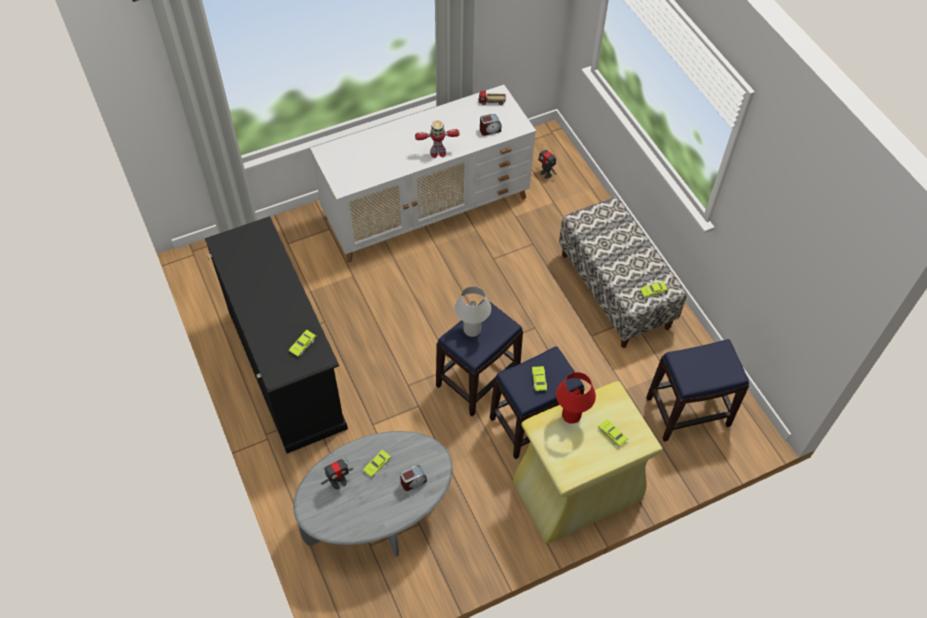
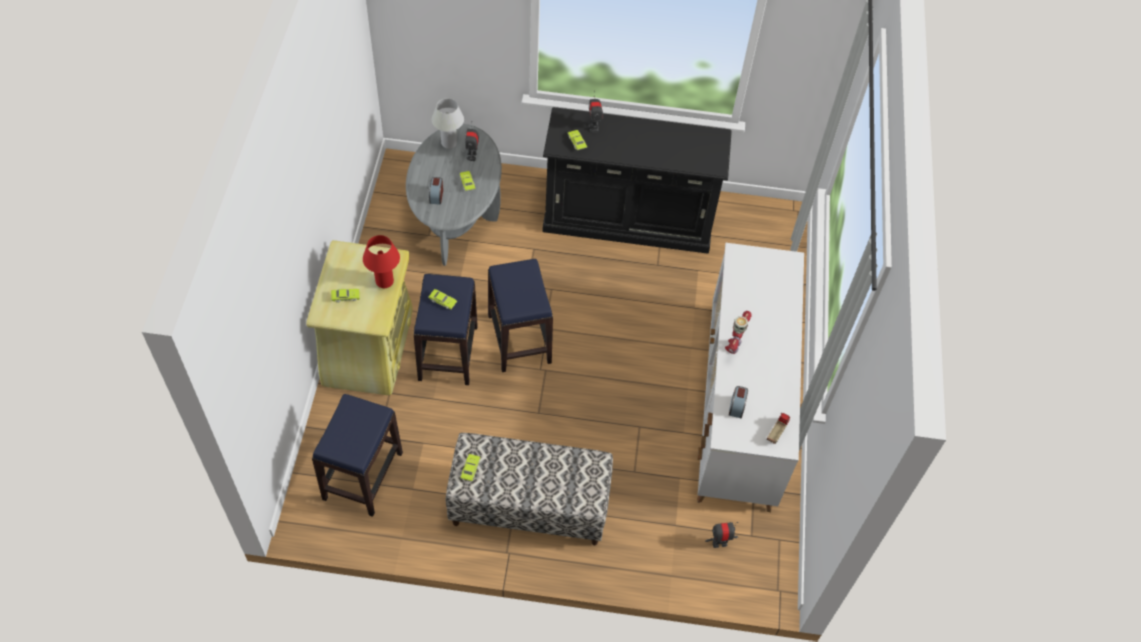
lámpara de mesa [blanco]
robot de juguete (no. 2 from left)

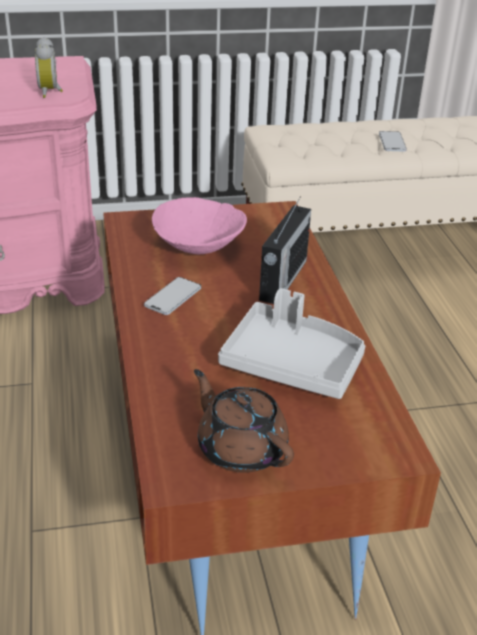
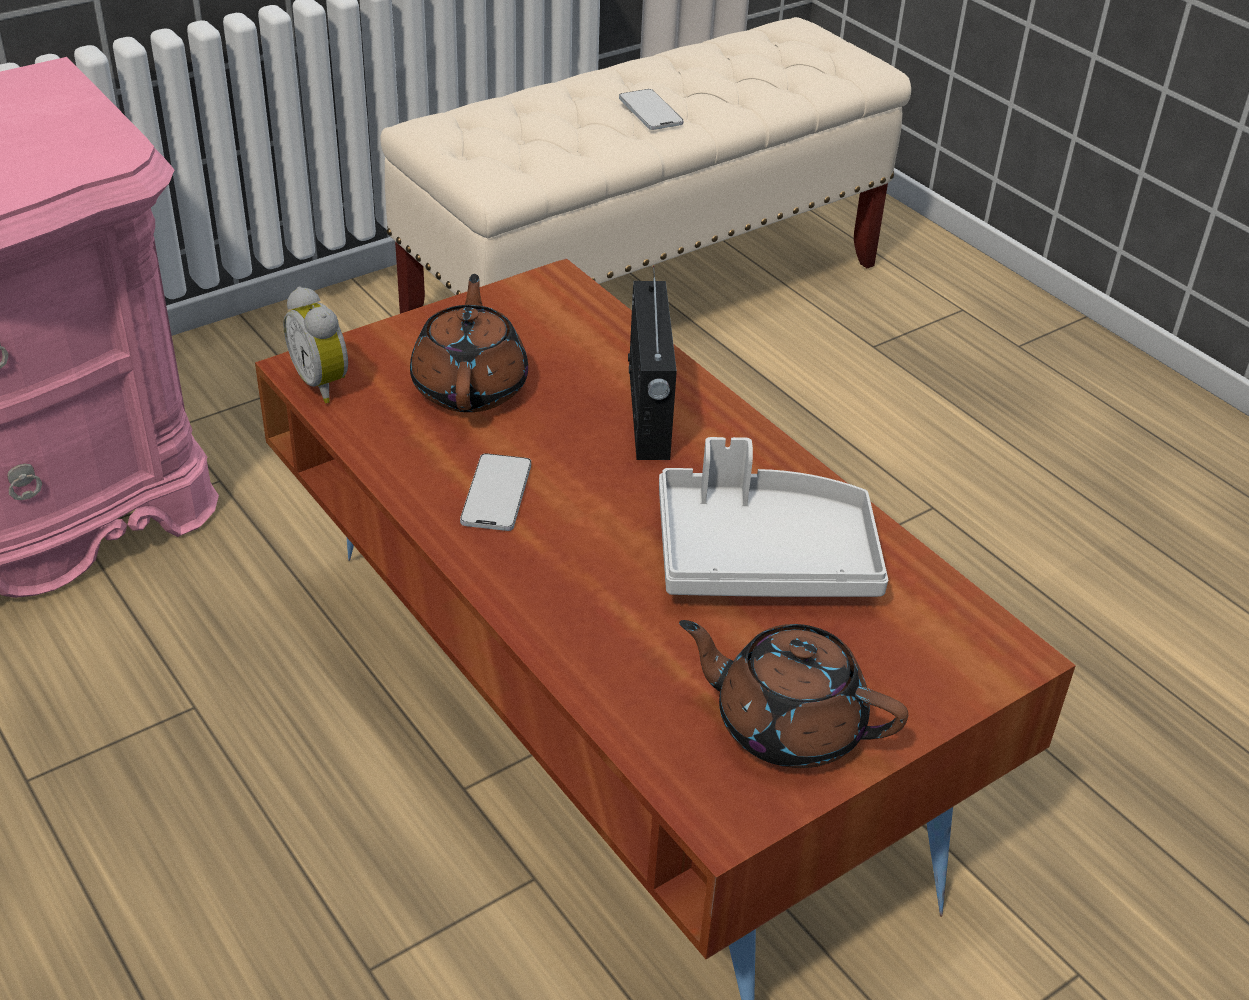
despertador
tetera [marrón] (no. 1 from left)

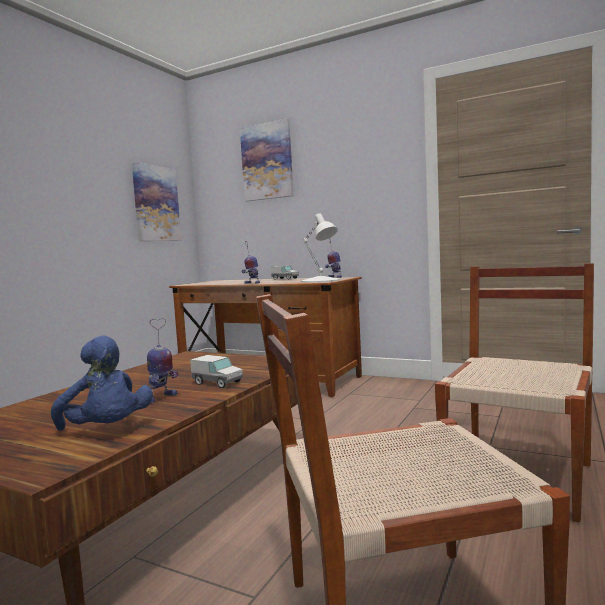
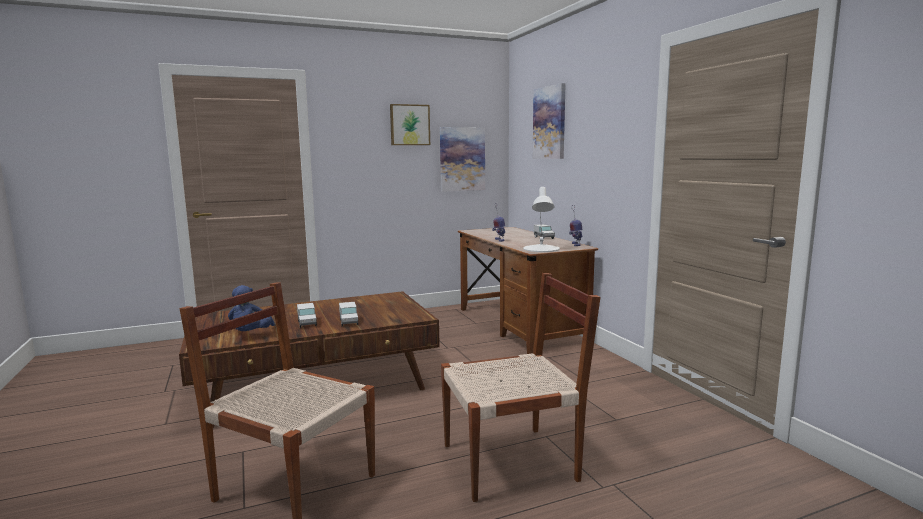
camión de juguete (no. 1 from left)
cuadro (no. 1 from left)

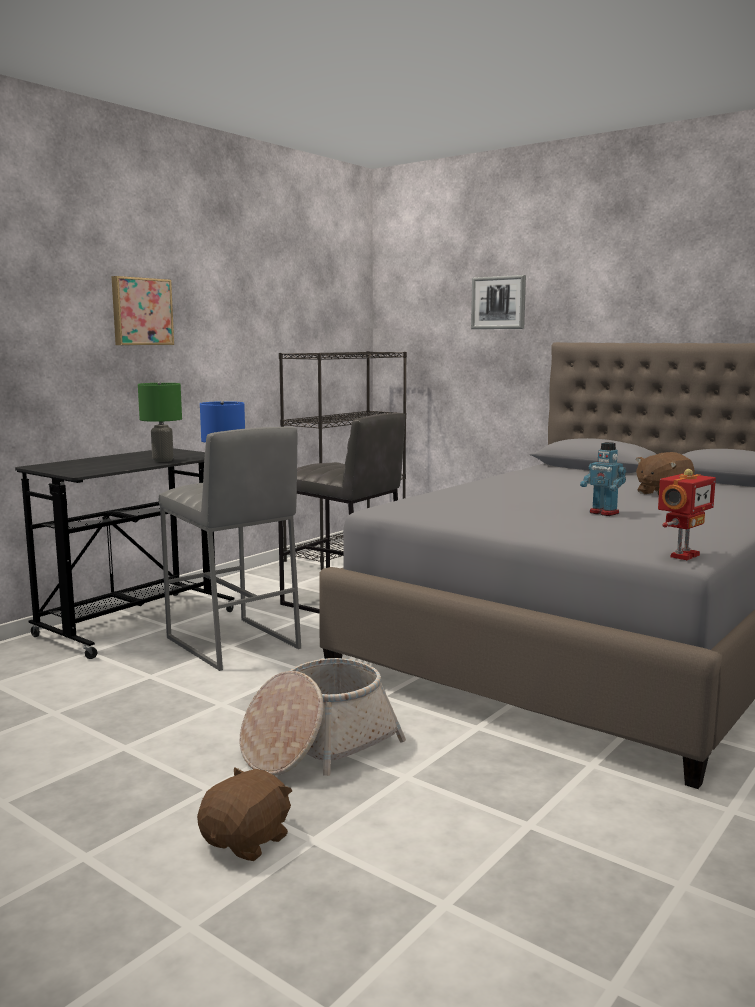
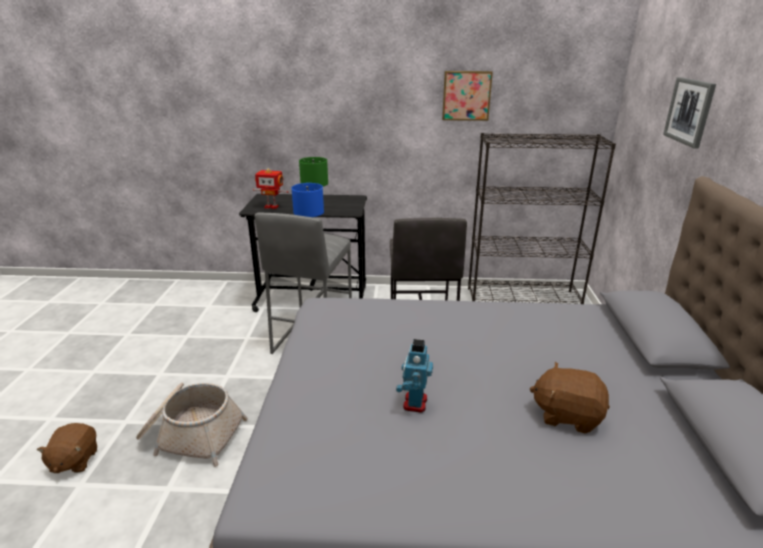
cuadro (no. 1 from left)
peluche [marrón] (no. 1 from left)
robot de juguete (no. 1 from left)

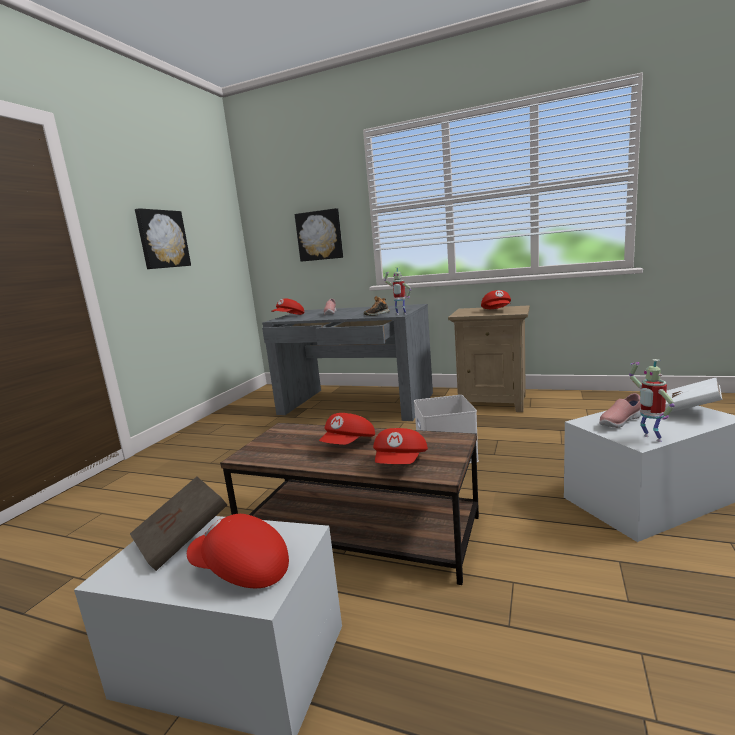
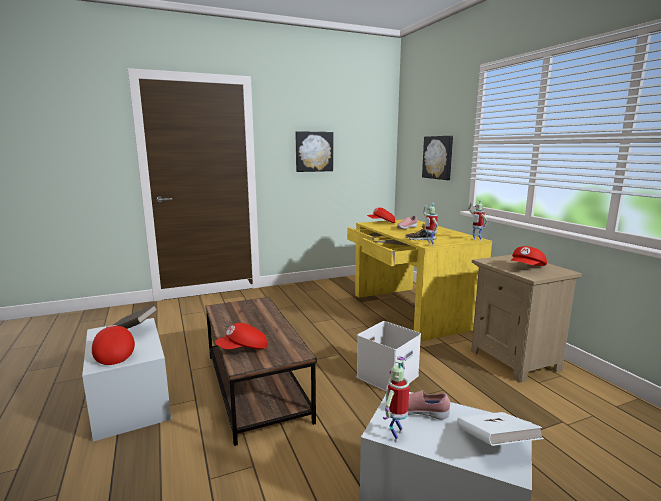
escritorio [amarillo]
gorra [rojo] (no. 3 from left in the first image)
robot de juguete (no. 3 from left)

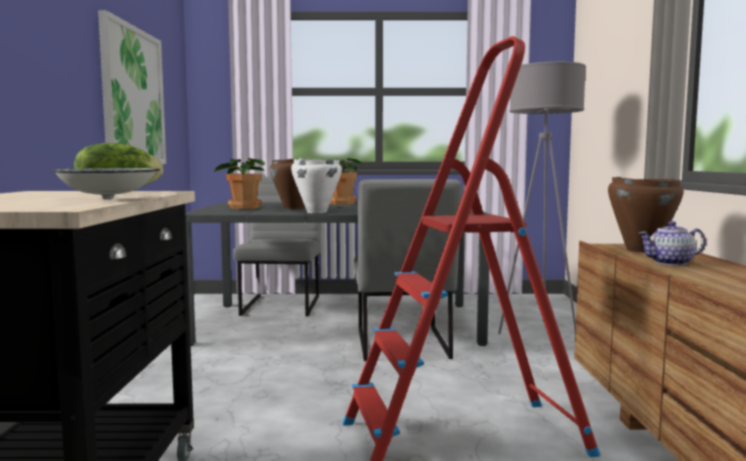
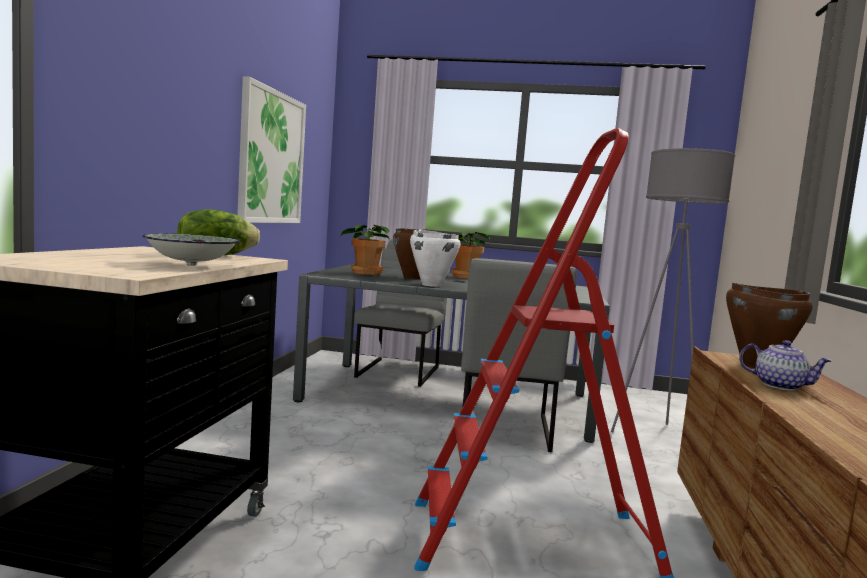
tetera

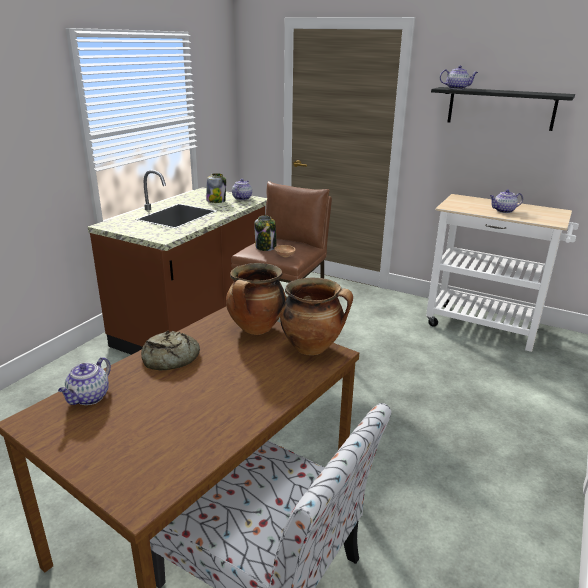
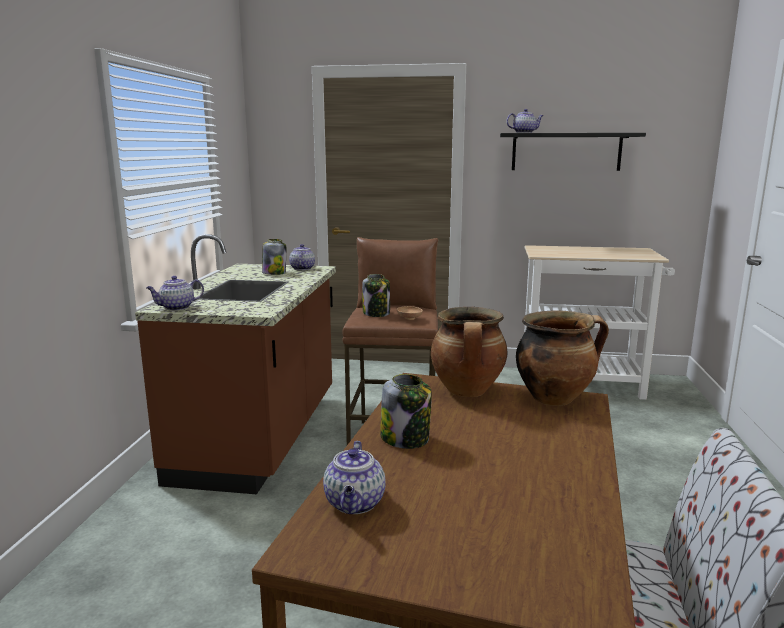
tarro (no. 3 from left)
tetera (no. 1 from left)

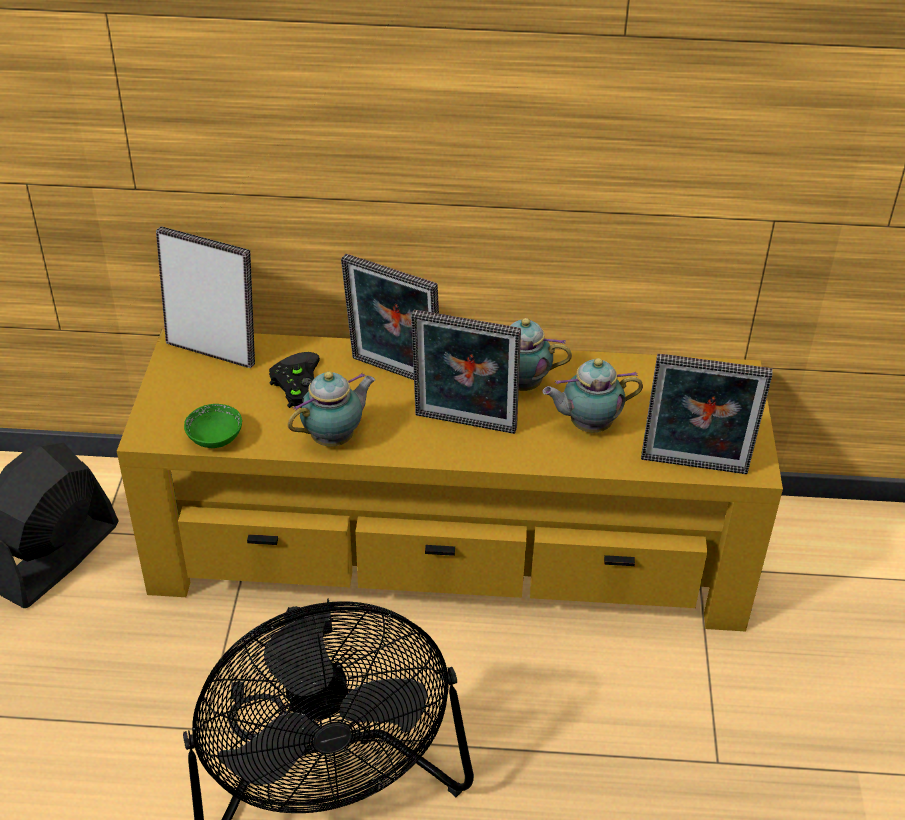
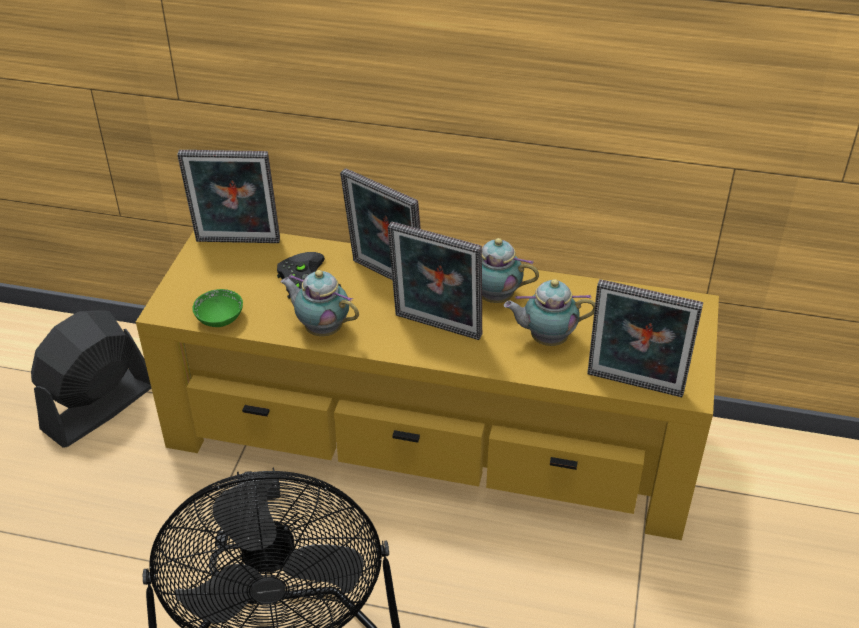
portarretratos (no. 1 from left)
tetera (no. 1 from left)

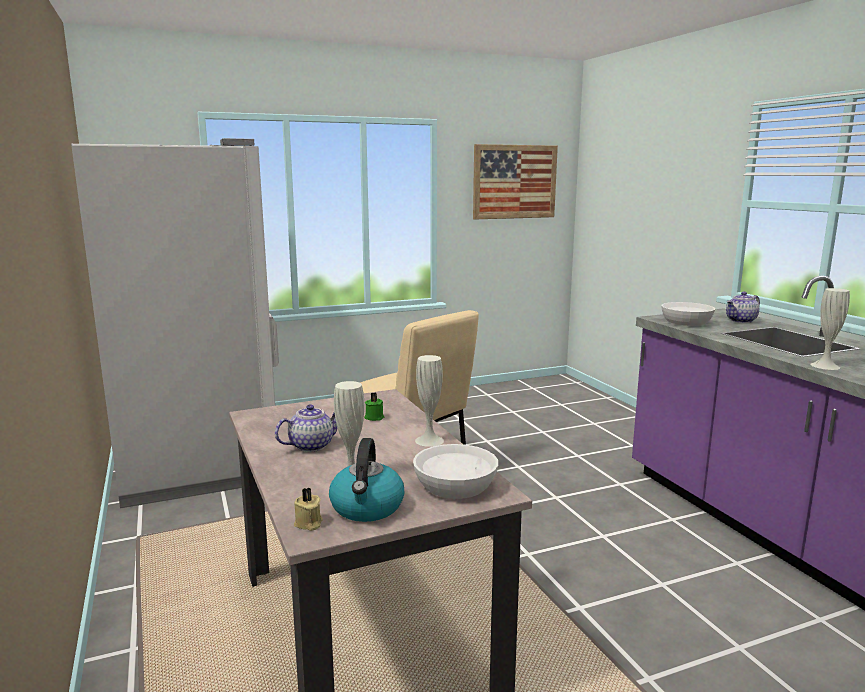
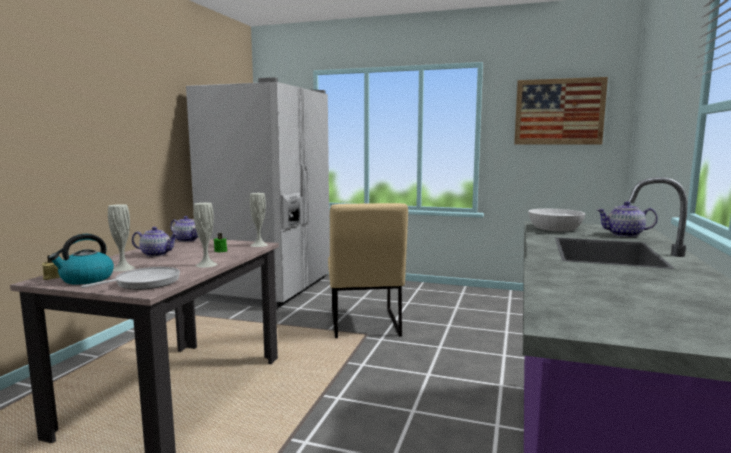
sartén
florero [blanco] (no. 3 from left)
tetera (no. 2 from left)

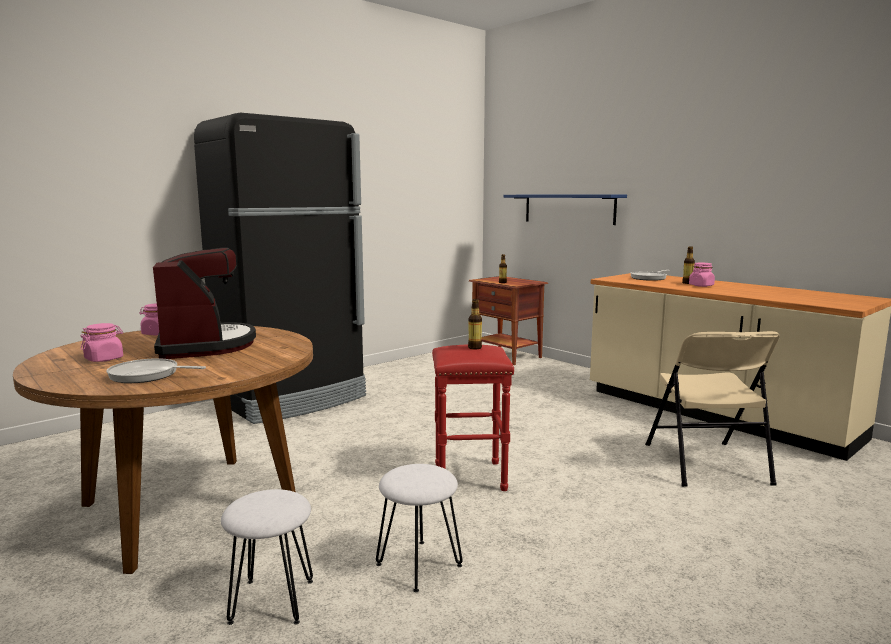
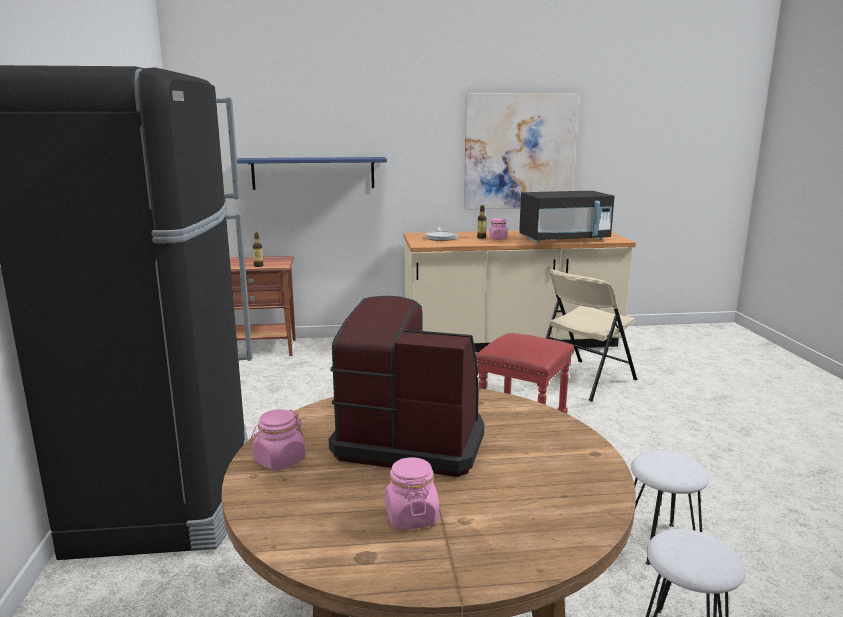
sartén (no. 1 from left in the first image)
botella (no. 1 from left in the first image)
silla [beis]
cuadro
microondas [negro]

